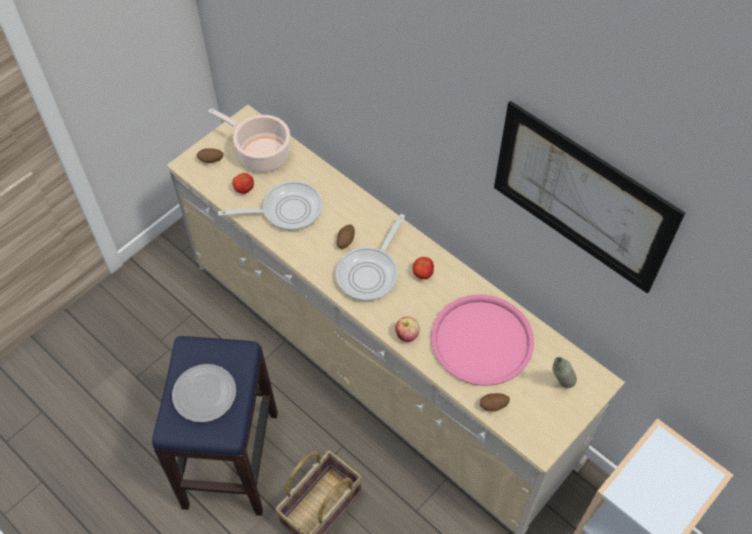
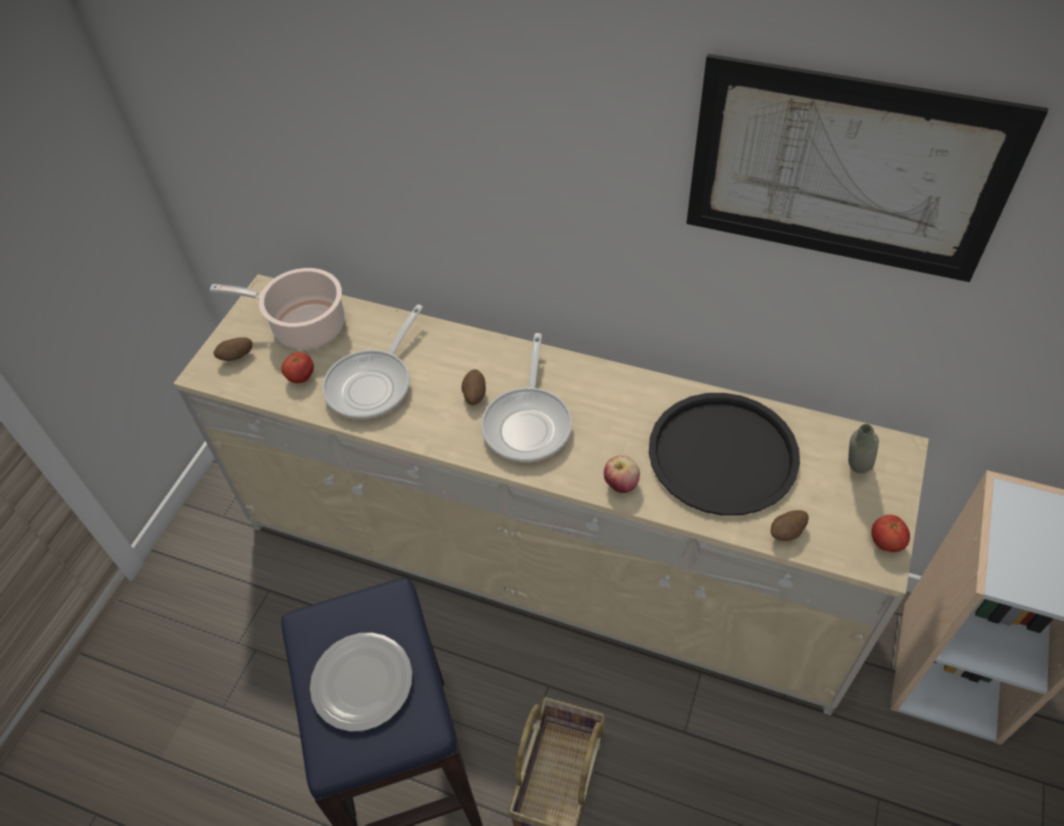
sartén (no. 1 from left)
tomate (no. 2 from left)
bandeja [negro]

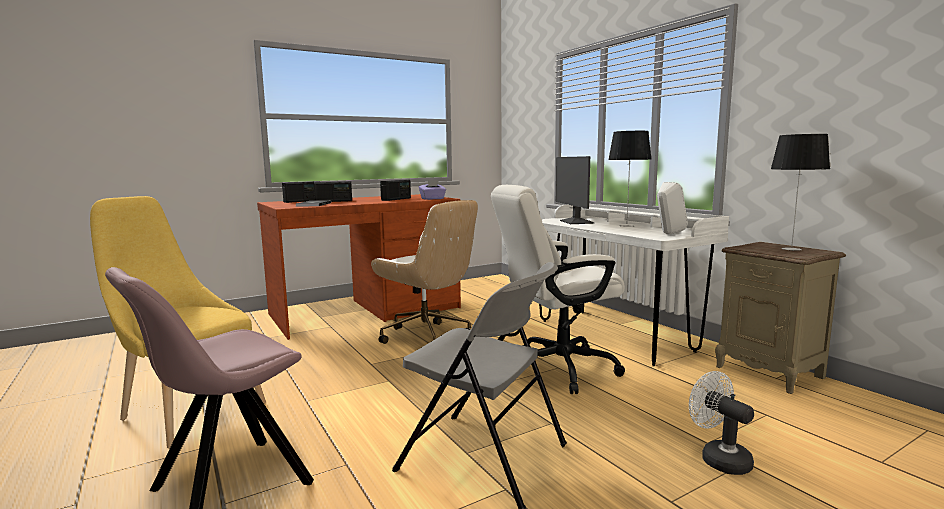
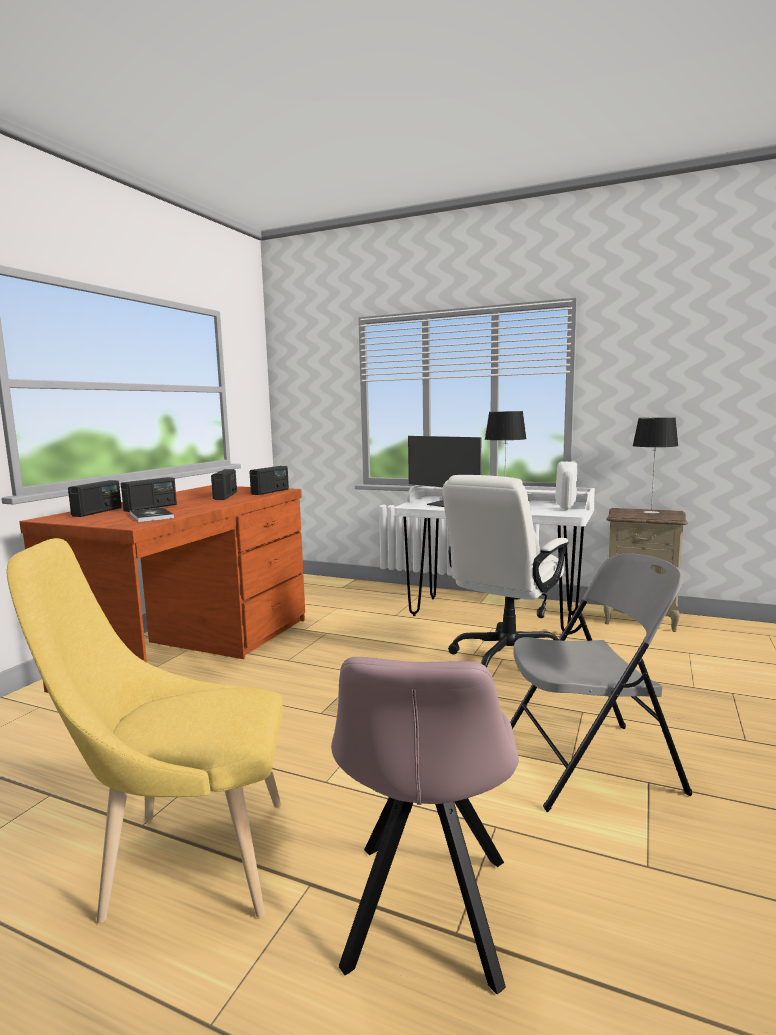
silla de oficina [blanco] (no. 1 from left in the first image)
radio (no. 4 from left)
ventilador [blanco]

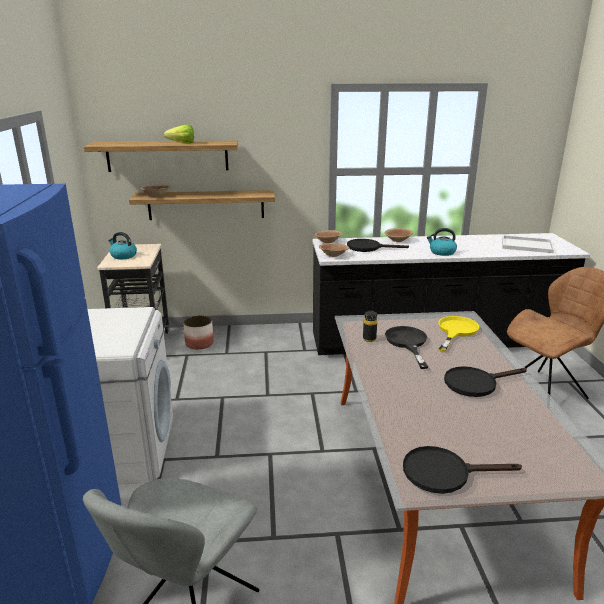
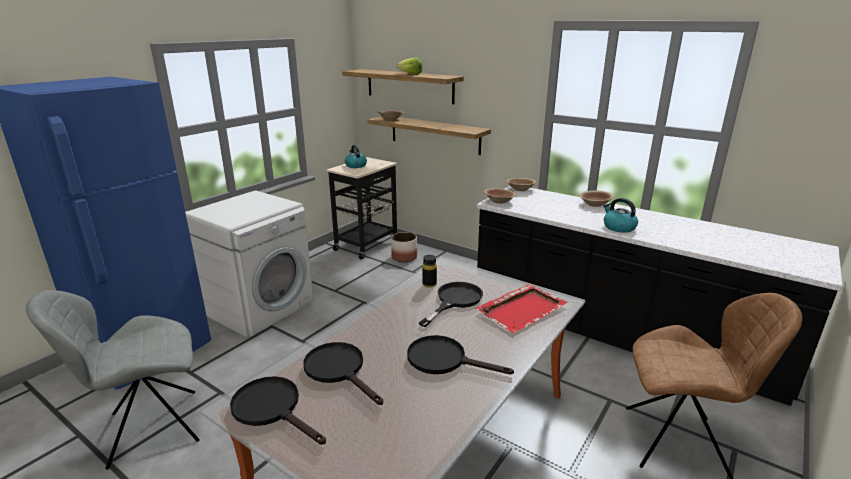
sartén [negro] (no. 2 from left)
bandeja [rojo]
bandeja [blanco]

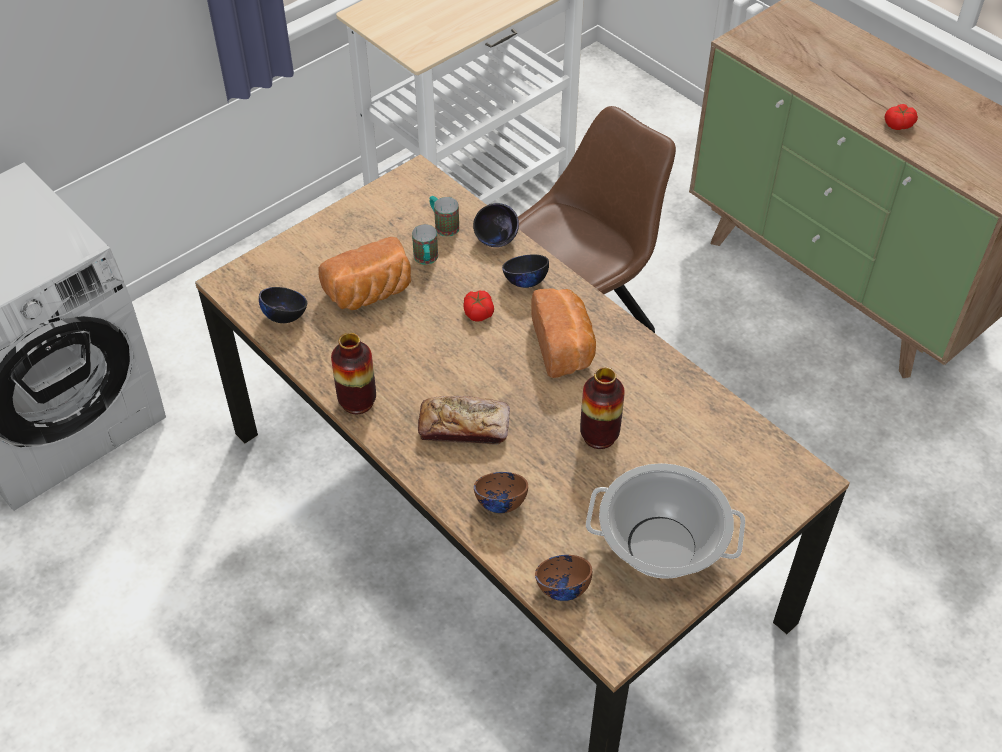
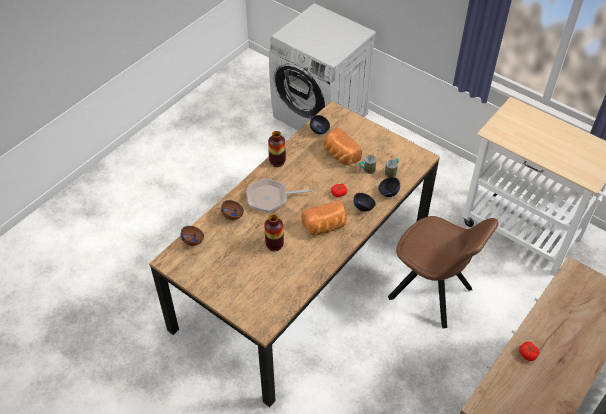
sartén
olla

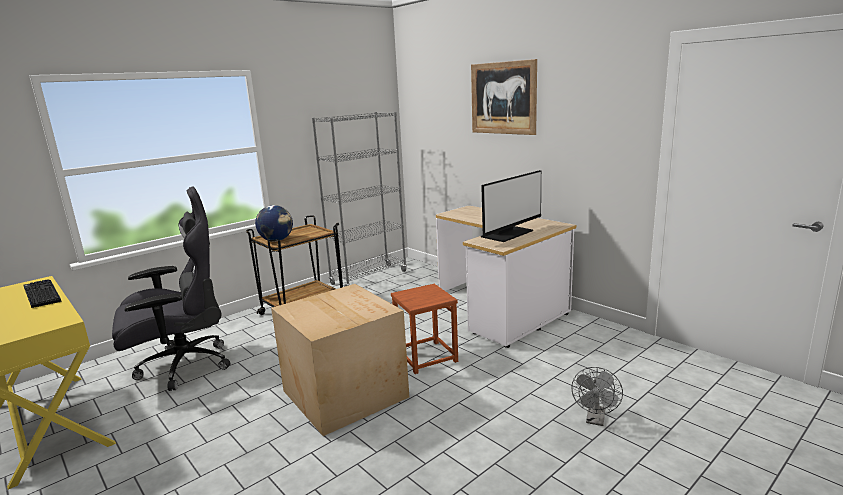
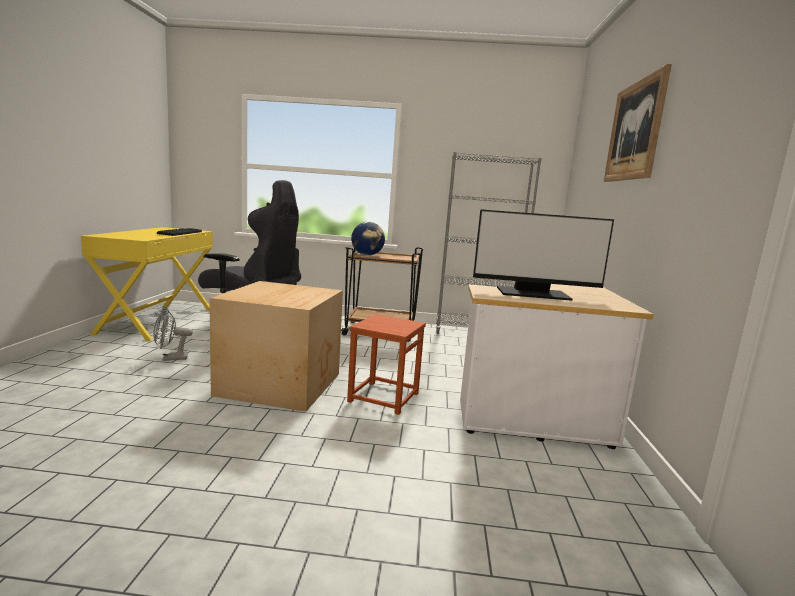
ventilador [gris]

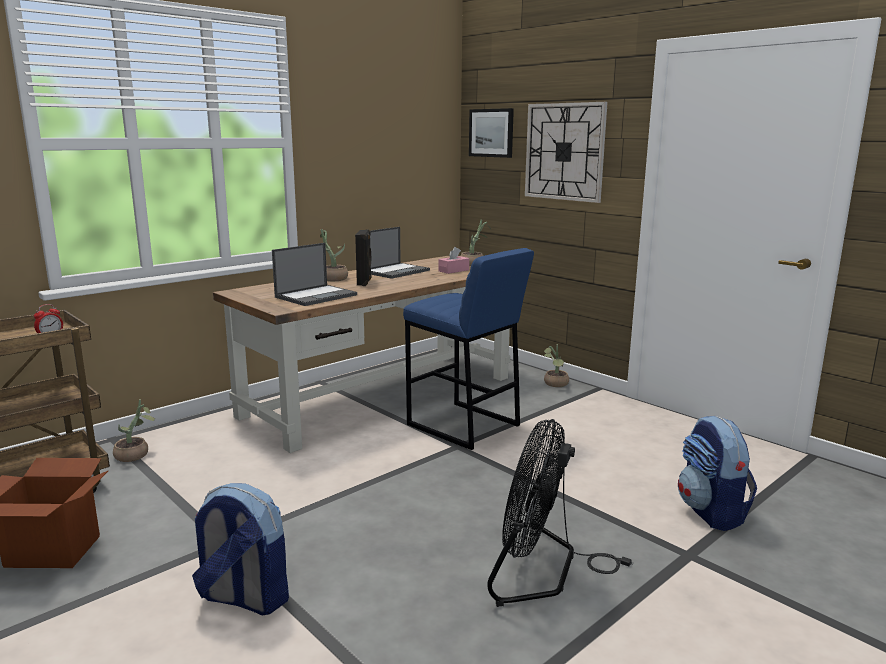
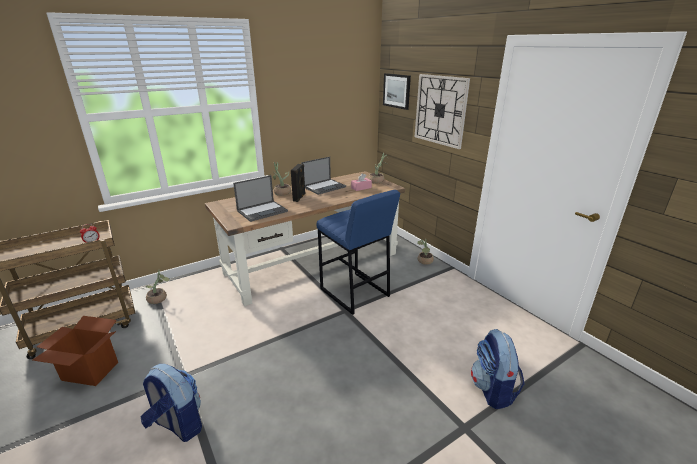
ventilador [negro]

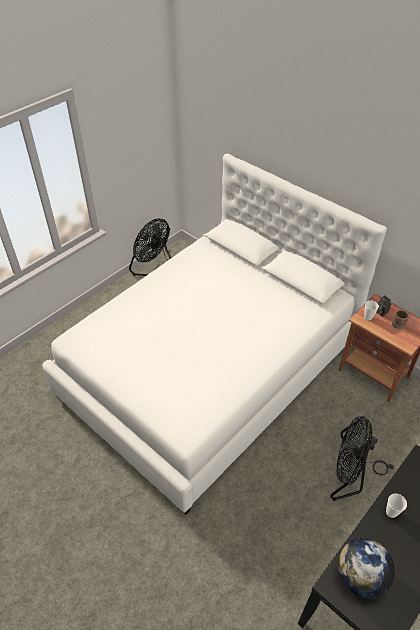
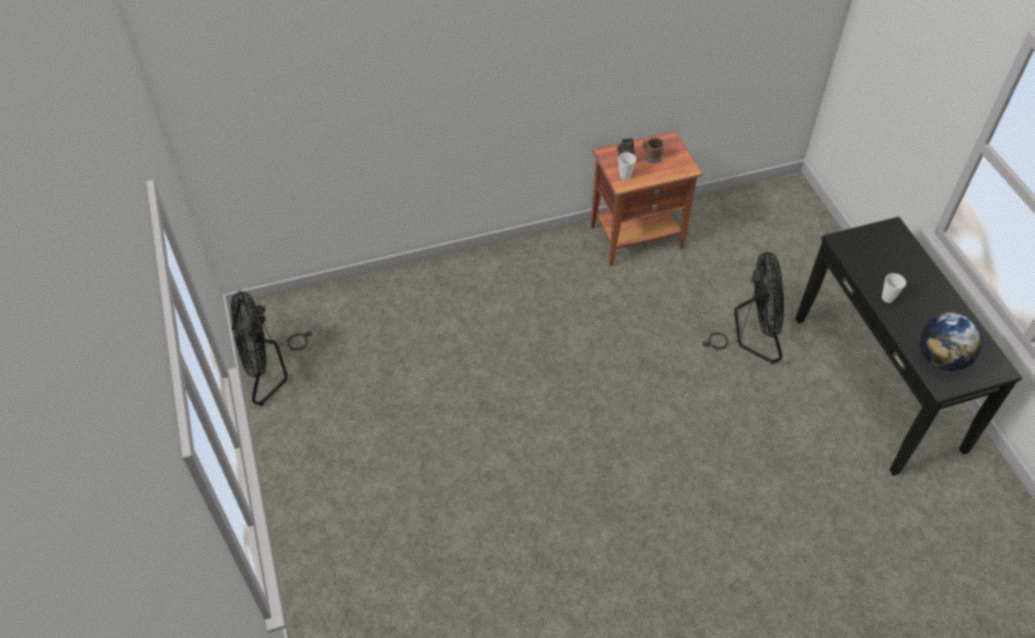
cama [blanco]
ventilador [negro] (no. 2 from left)

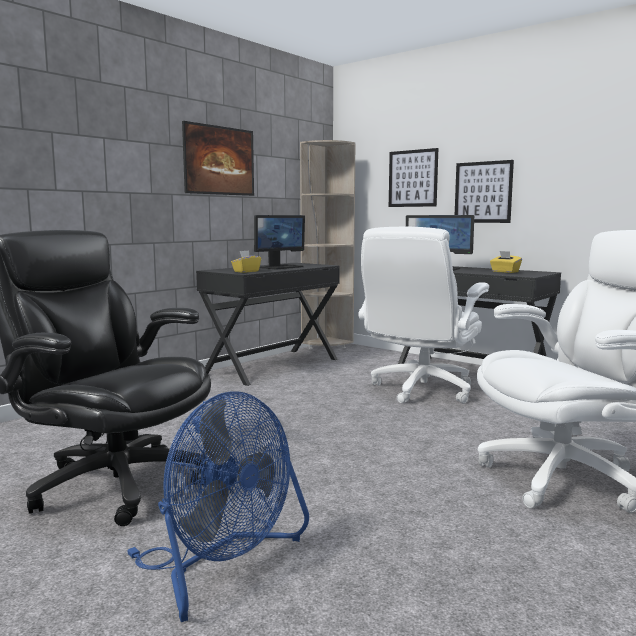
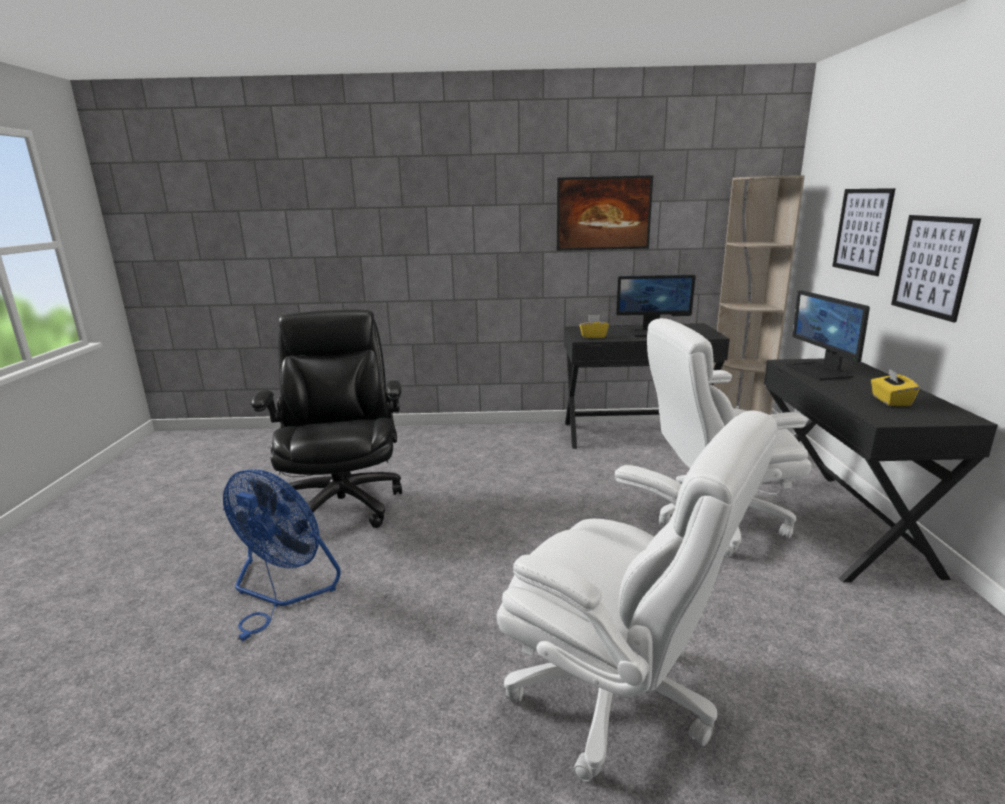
ventilador [azul]

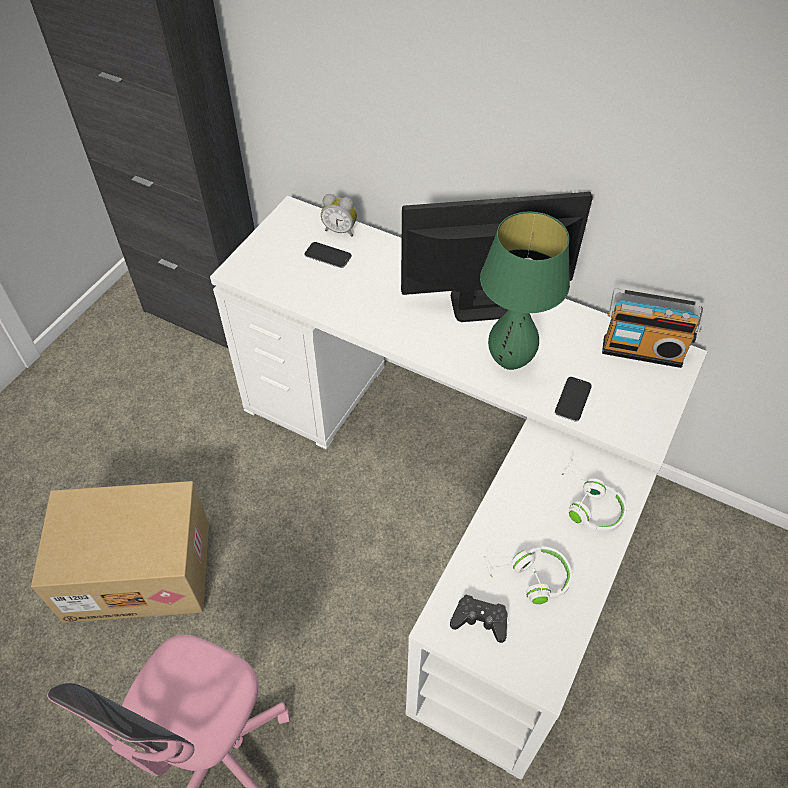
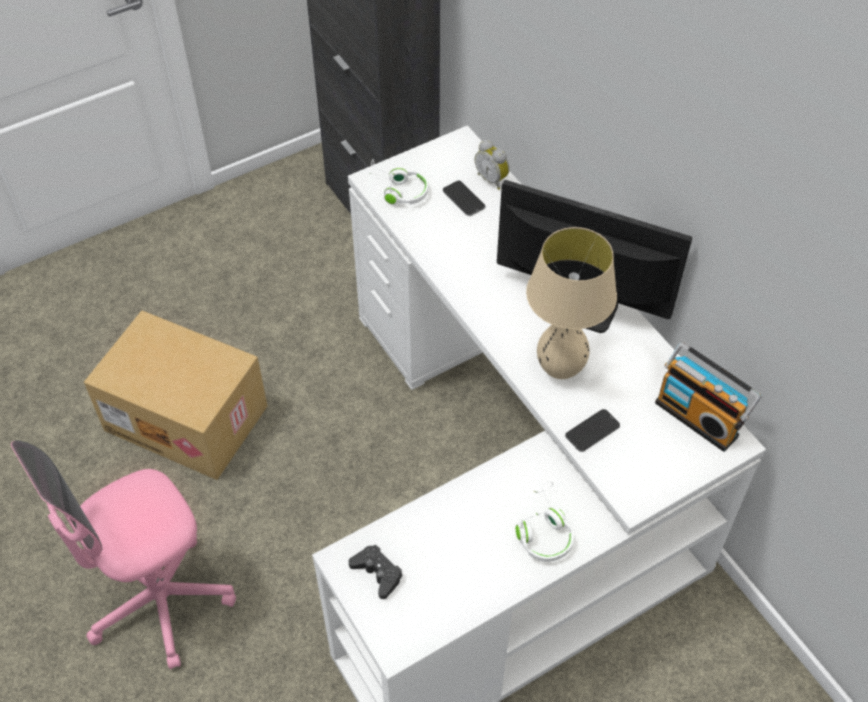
lámpara de mesa [beis]
auriculares [blanco] (no. 1 from left)

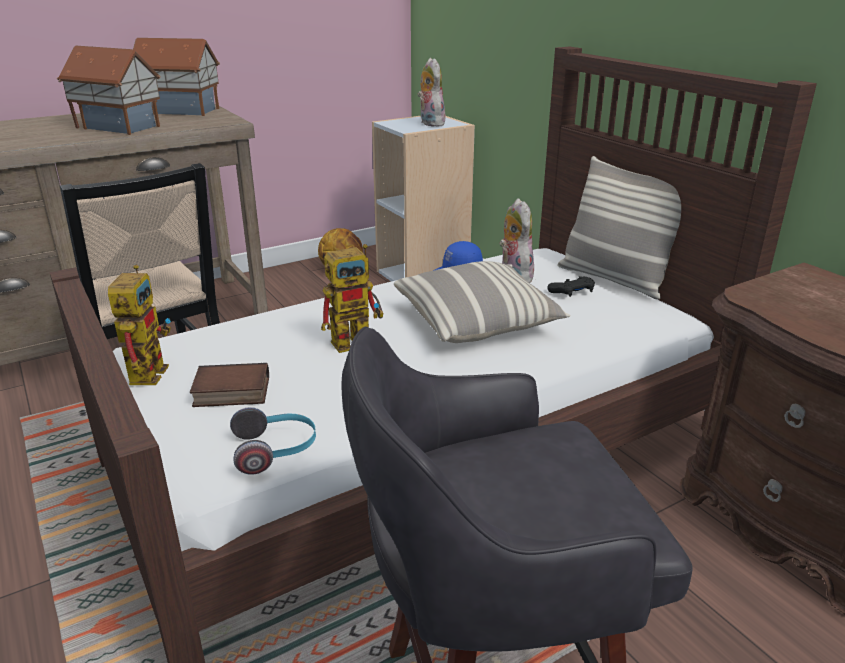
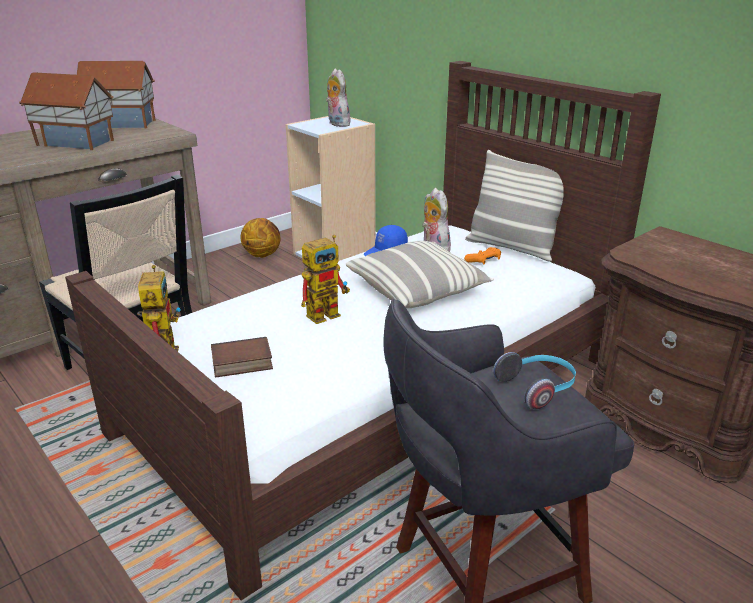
auriculares
mando de consola [naranja]

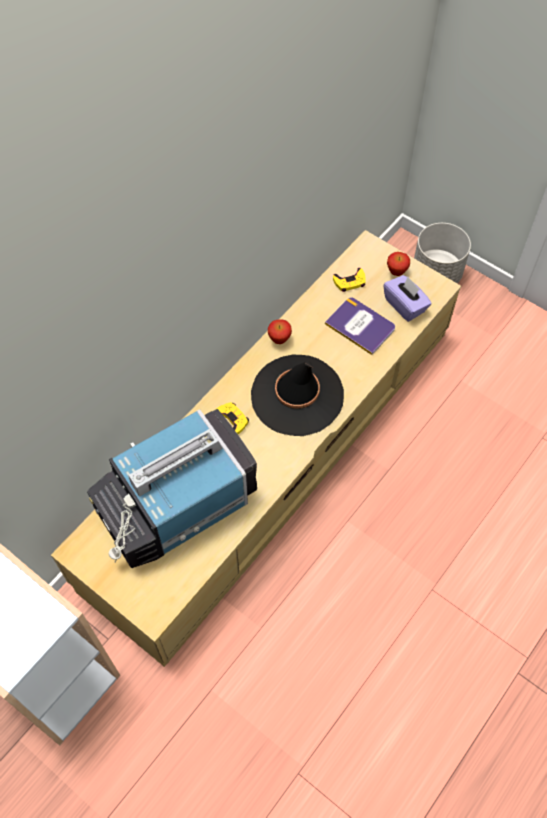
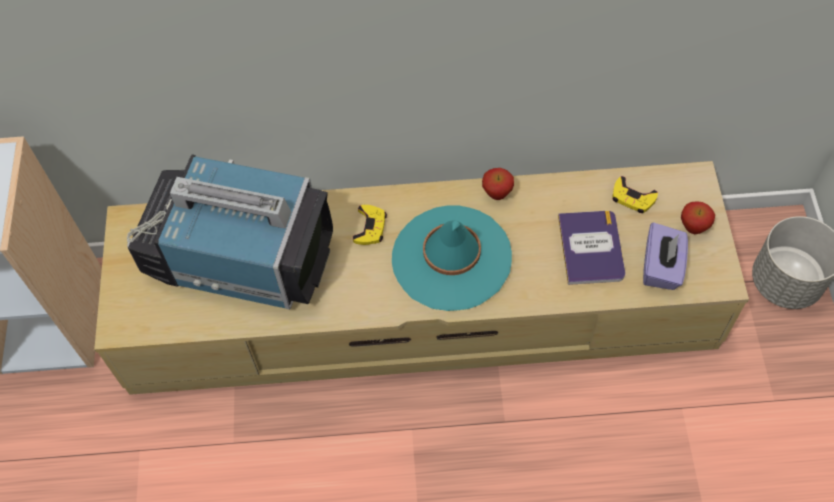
sombrero [turquesa]

